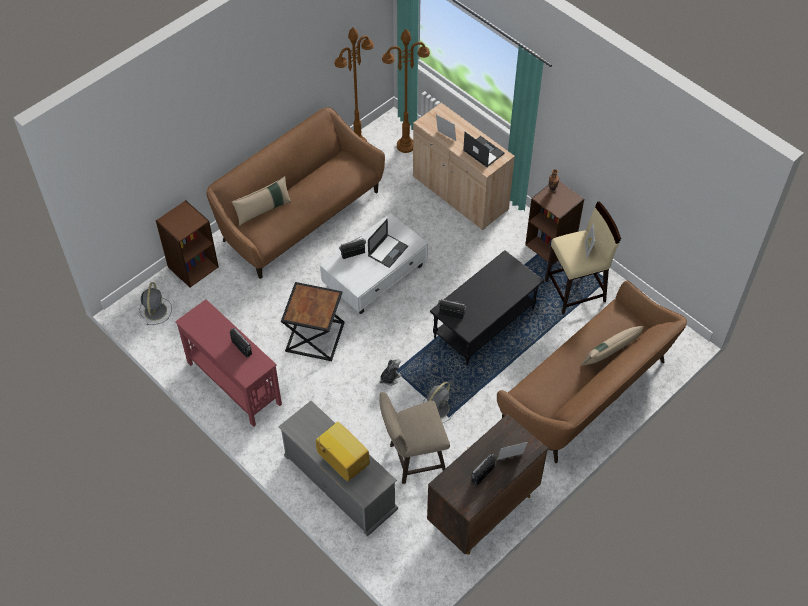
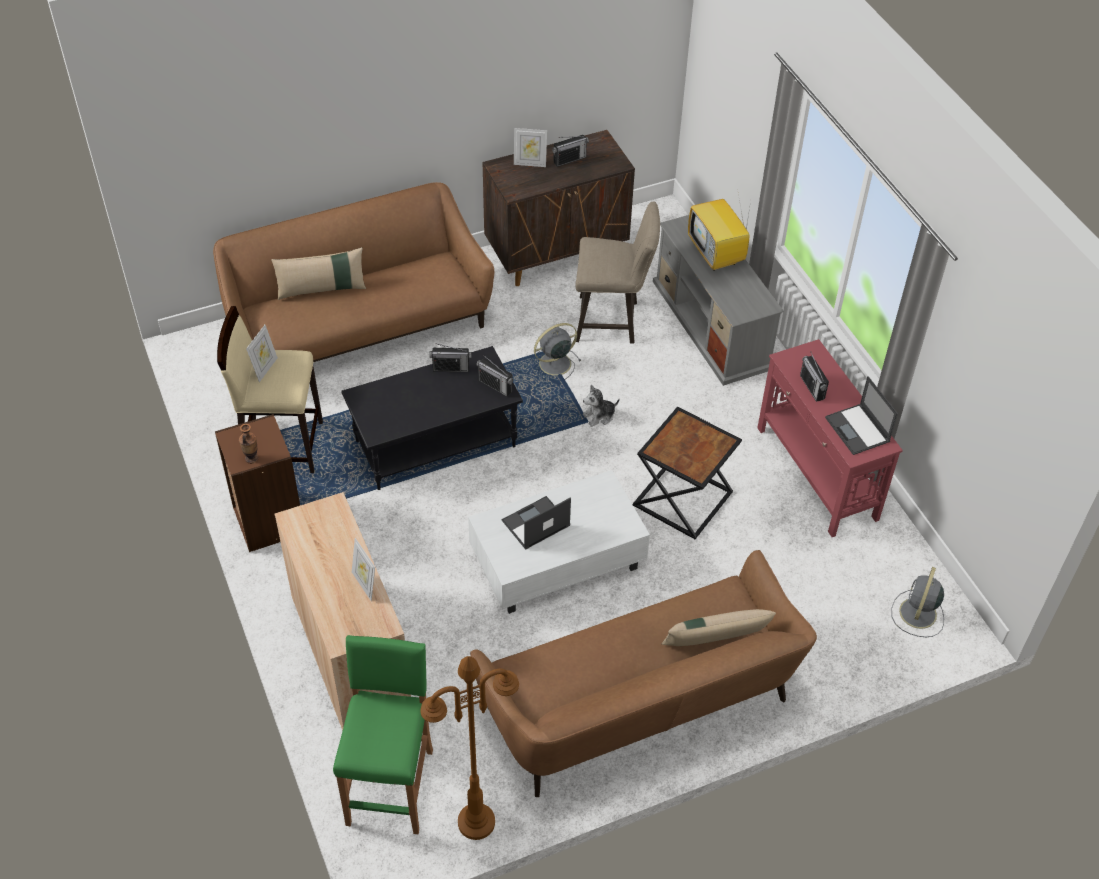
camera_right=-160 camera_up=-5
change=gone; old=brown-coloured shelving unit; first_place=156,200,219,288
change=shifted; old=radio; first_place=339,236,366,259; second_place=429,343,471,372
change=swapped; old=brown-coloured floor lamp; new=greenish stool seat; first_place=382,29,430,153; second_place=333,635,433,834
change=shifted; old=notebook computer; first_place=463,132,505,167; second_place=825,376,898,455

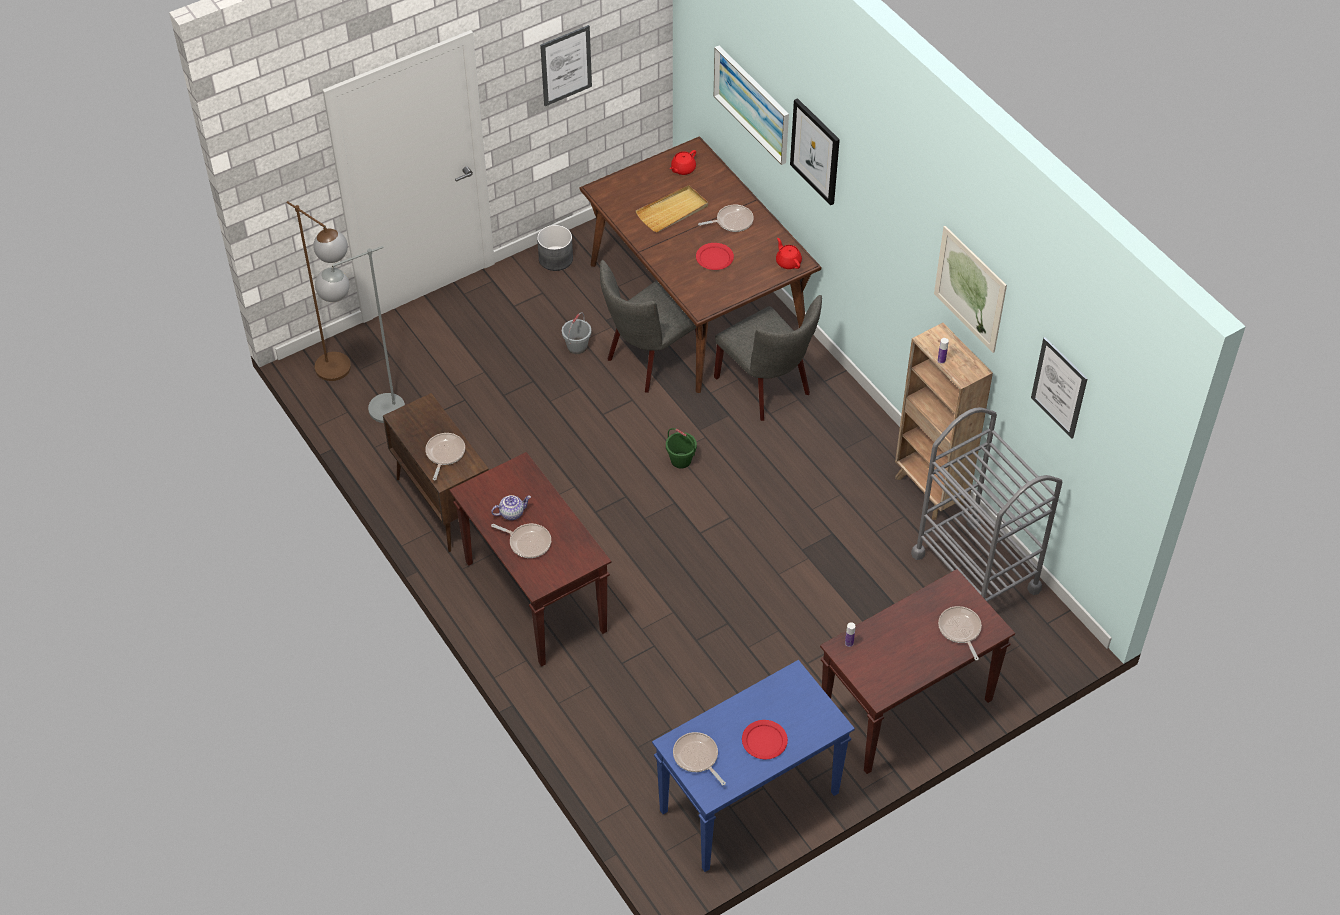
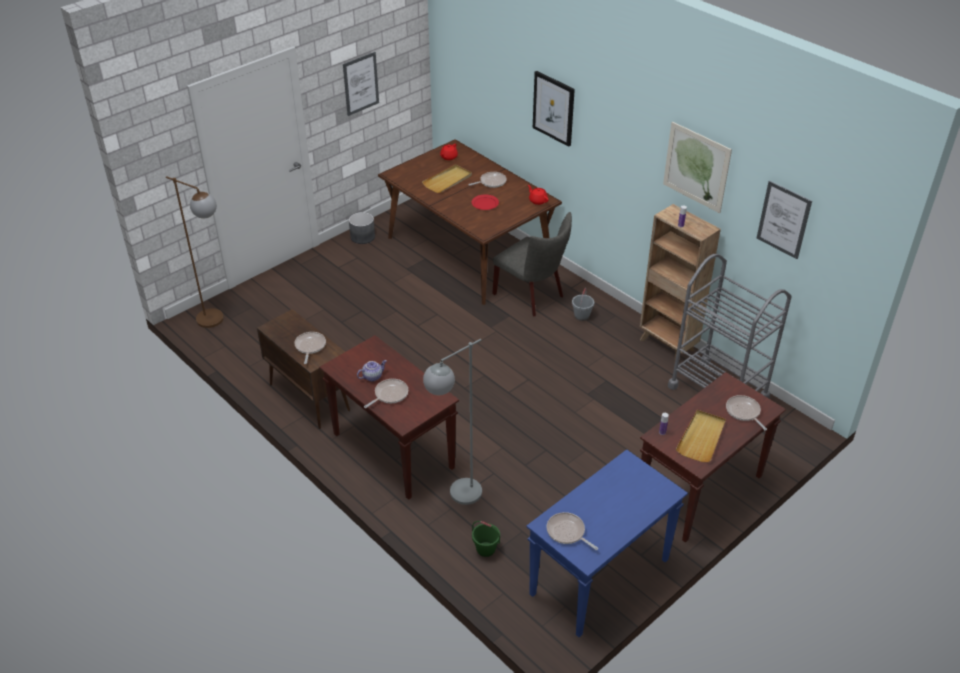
camera_right=-10 camera_up=-10
change=shifted; old=gray floor lamp; first_place=315,246,405,423; second_place=423,339,482,505
change=rotated; old=pan; first_place=491,524,551,558; second_place=364,379,408,408; degrees=-60
change=shifted; old=gray bucket; first_place=562,313,591,354; second_place=572,288,594,321
change=gone; old=gray chair; first_place=600,260,696,393
change=shifted; old=greenish bucket; first_place=666,428,697,468; second_place=472,521,500,557
change=gone; old=picture; first_place=714,45,789,165
change=gone; old=reddish flat dish; first_place=742,720,788,759
change=new; new=beige-coloured serving tray; second_place=676,410,726,462

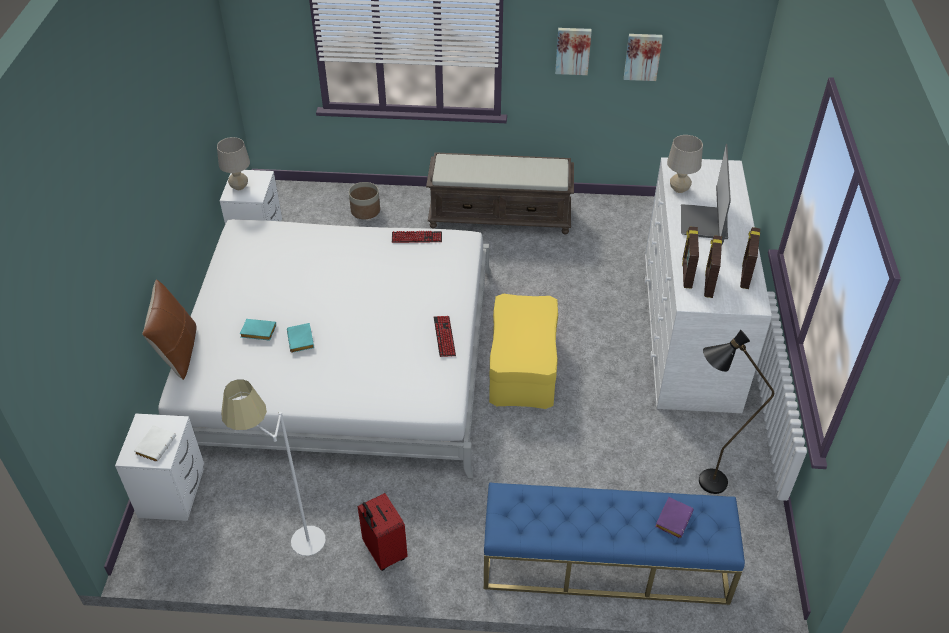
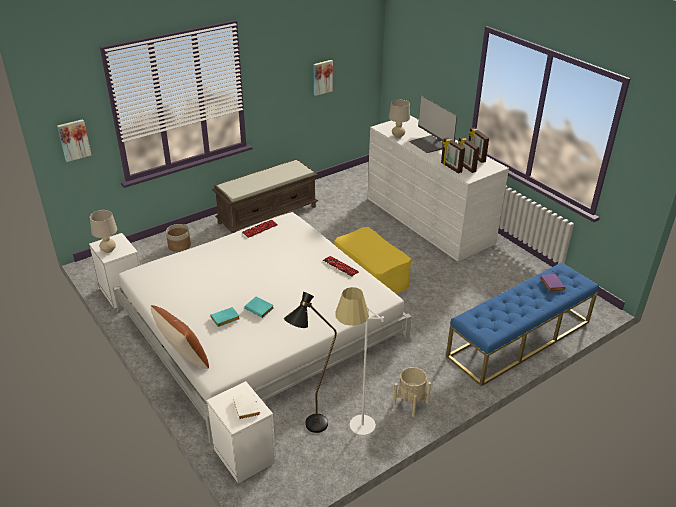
camera_right=-40 camera_up=-10
change=swapped; old=reddish travel case; new=beige-coloured plant pot; first_place=358,493,408,571; second_place=393,367,431,417
change=shifted; old=picture; first_place=555,28,592,75; second_place=57,119,91,162
change=shifted; old=black floor lamp; first_place=699,330,774,494; second_place=284,292,337,433

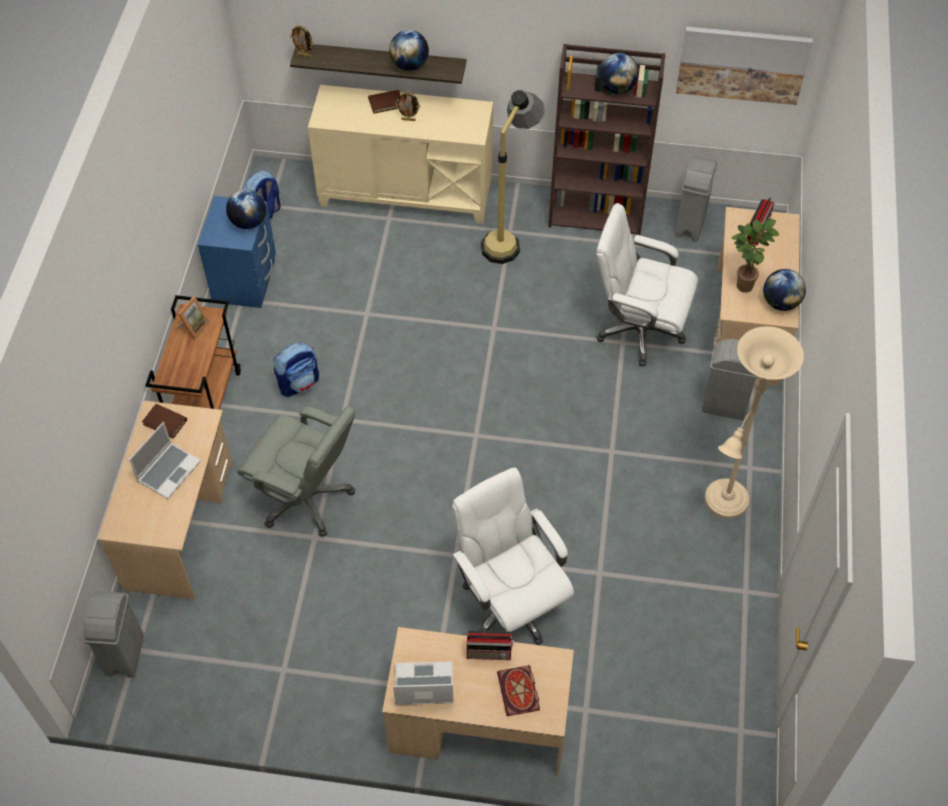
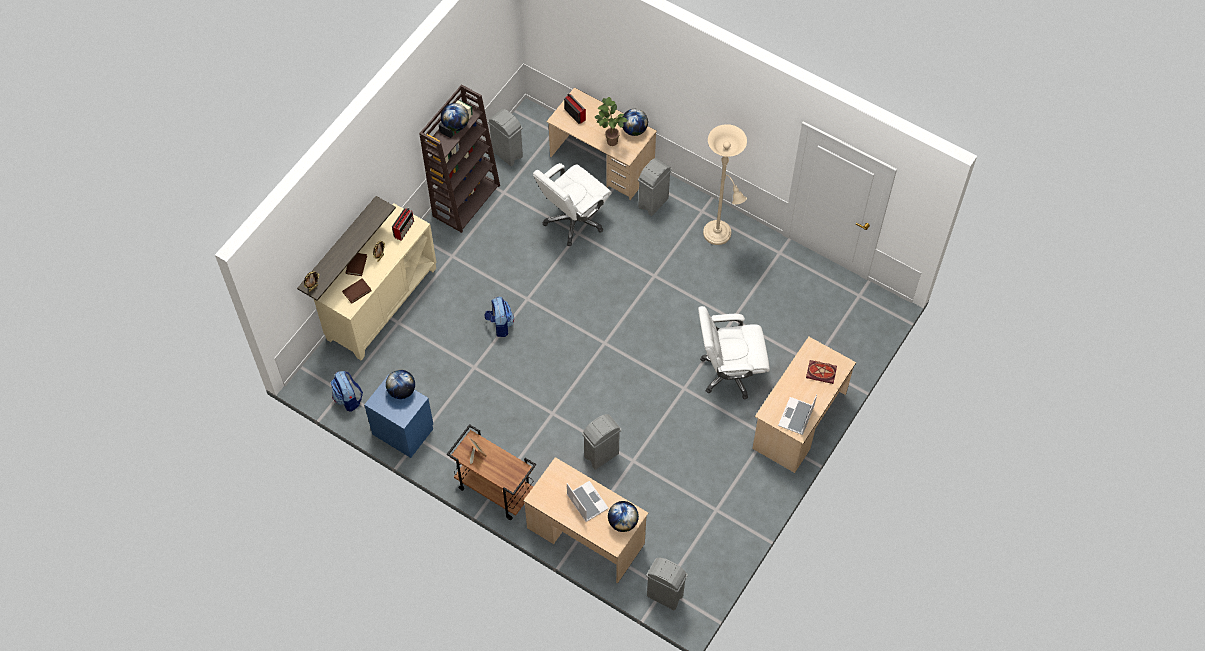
camera_right=-65 camera_up=5
change=shifted; old=brown-coloured book; first_place=142,404,187,439; second_place=342,278,371,304
change=swapped; old=gray computer chair; new=gray rubbish bin; first_place=237,407,355,537; second_place=582,414,621,470
change=shifted; old=knapsack; first_place=274,343,319,397; second_place=485,297,514,337
change=shifted; old=desk globe; first_place=389,30,429,71; second_place=608,501,639,532
change=shifted; old=radio; first_place=467,630,514,660; second_place=392,208,414,241
change=gone; old=floor lamp; first_place=481,90,545,264
change=gone; old=picture; first_place=676,26,813,105

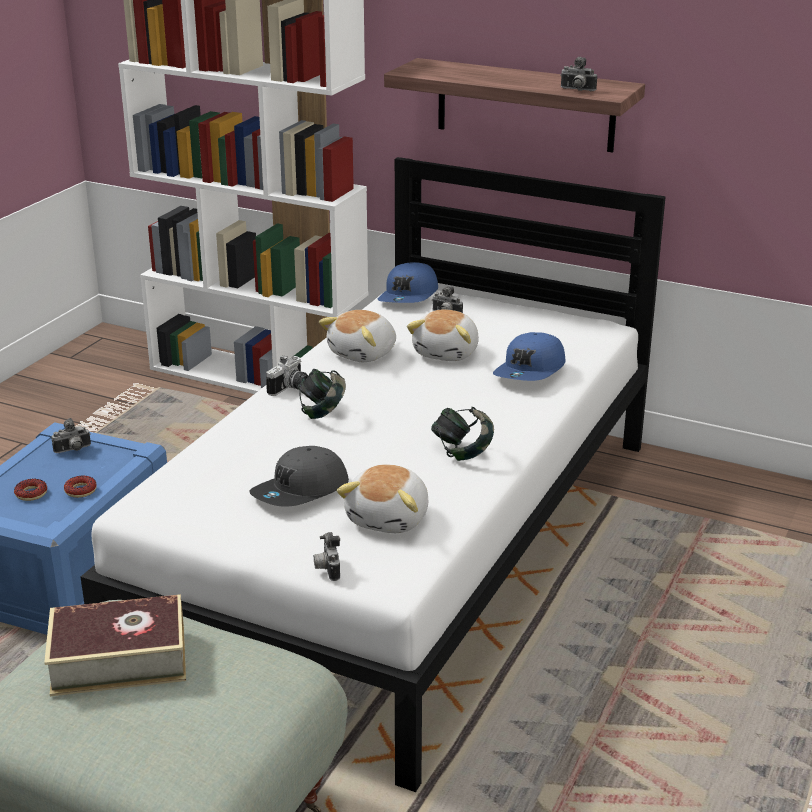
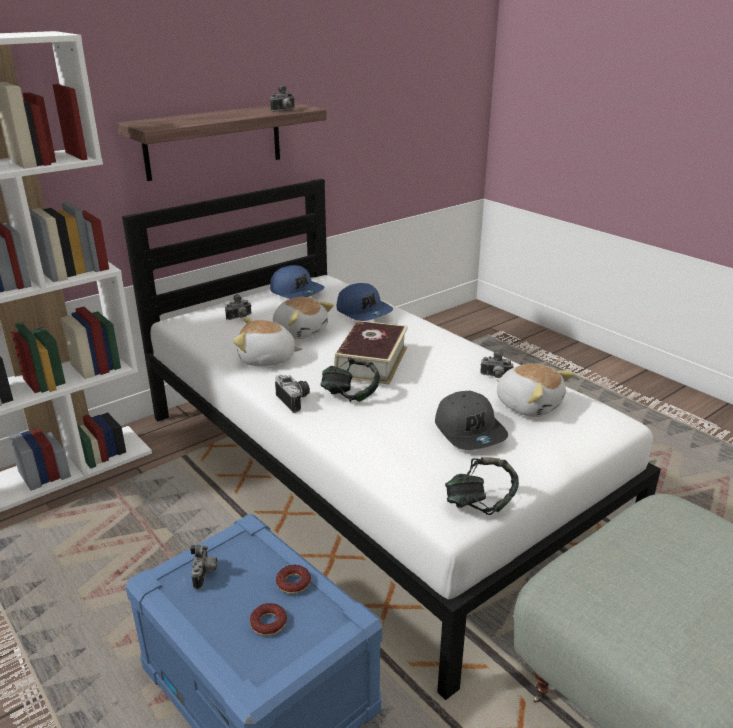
camera_right=-65 camera_up=0
change=shifted; old=book; first_place=44,594,186,696; second_place=334,320,408,385
change=shifted; old=photo camera; first_place=314,532,340,581; second_place=480,350,514,378
change=rotated; old=cuddly toy; first_place=319,310,396,362; second_place=233,317,303,366; degrees=120
change=shifted; old=bluish baseball cap; first_place=377,262,438,303; second_place=270,265,324,299
change=shifted; old=pair of headphones; first_place=431,407,494,461; second_place=445,457,519,515

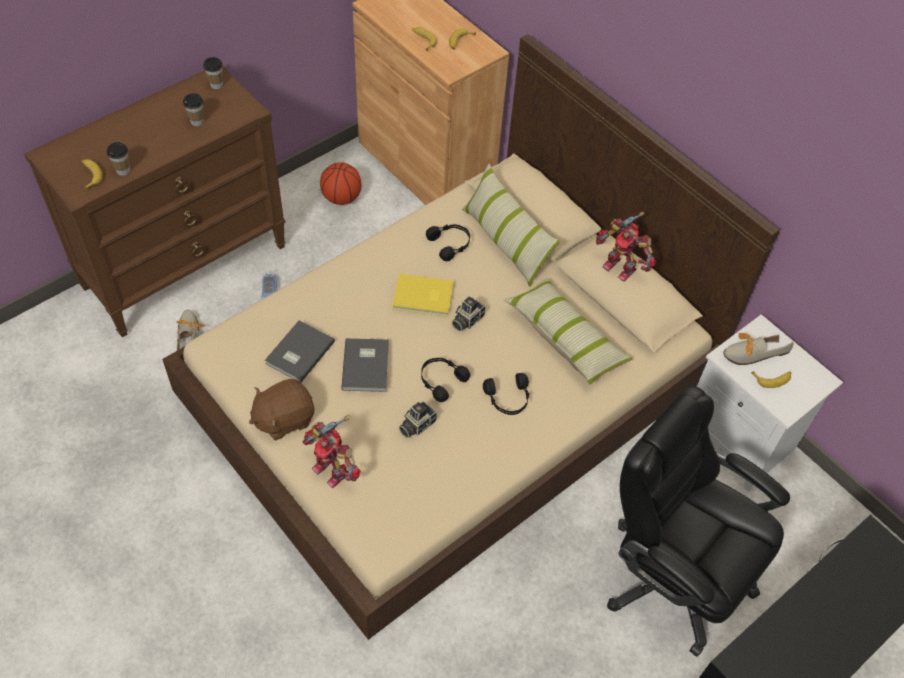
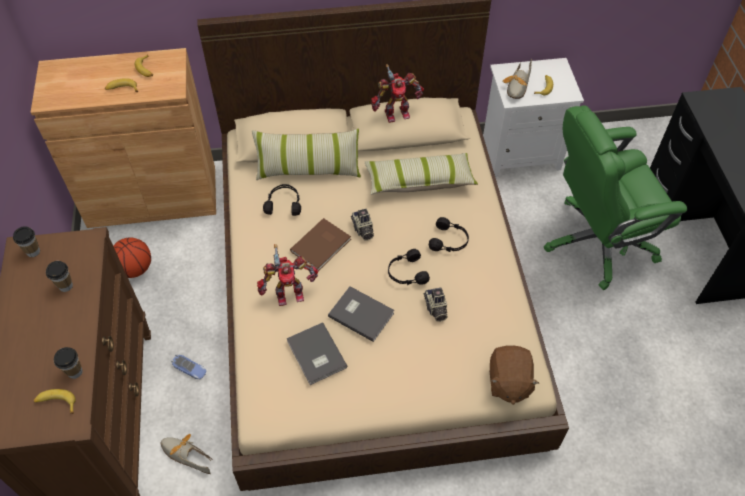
camera_right=-55 camera_up=0
change=shifted; old=brown-coloured cuddly toy; first_place=249,379,314,440; second_place=490,345,539,405
change=shifted; old=model robot; first_place=303,415,361,488; second_place=257,244,319,306
change=repainted; old=yellowish book; new=brown-coloured book; first_place=392,274,454,316; second_place=290,218,351,271
change=repainted; old=black computer chair; new=greenish computer chair; first_place=607,385,790,657; second_place=544,105,687,290

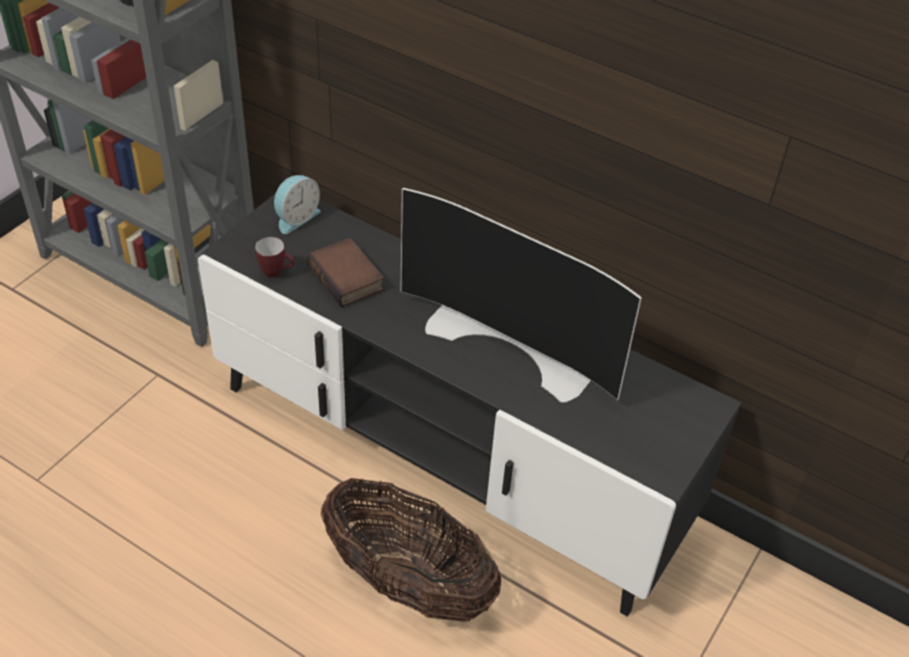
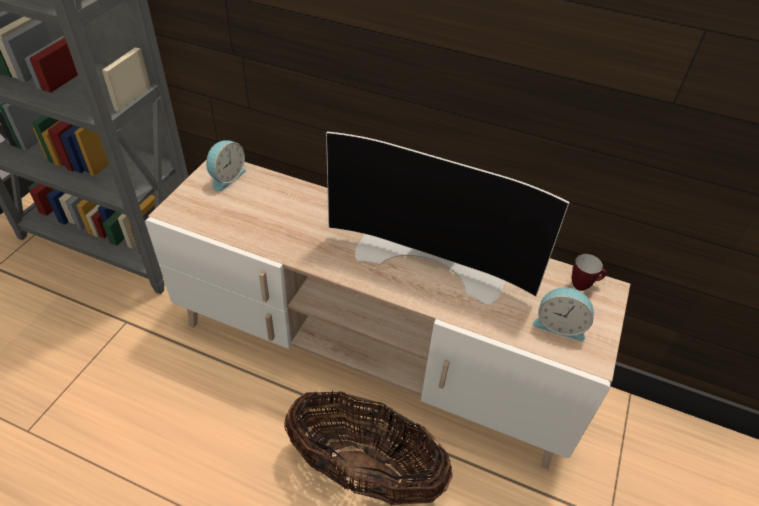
camera_right=-10 camera_up=0
change=repainted; old=black media console; new=beige-coloured media console; first_place=198,193,741,617; second_place=146,159,630,470
change=shifted; old=coffee mug; first_place=255,237,294,278; second_place=572,254,606,291
change=gone; old=book; first_place=306,238,384,308
change=new; new=bedside clock; second_place=533,287,594,341

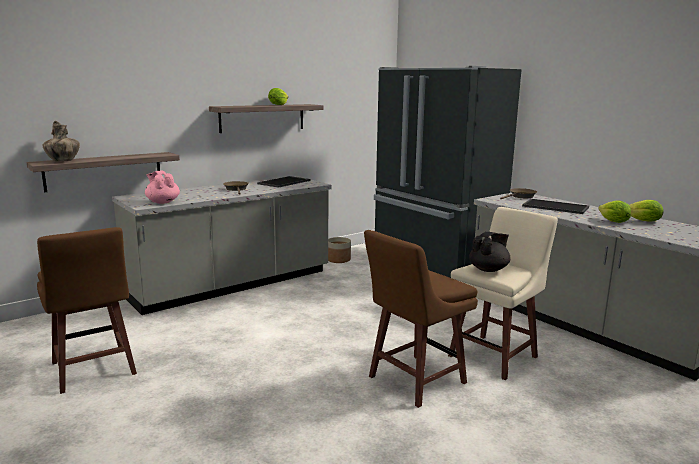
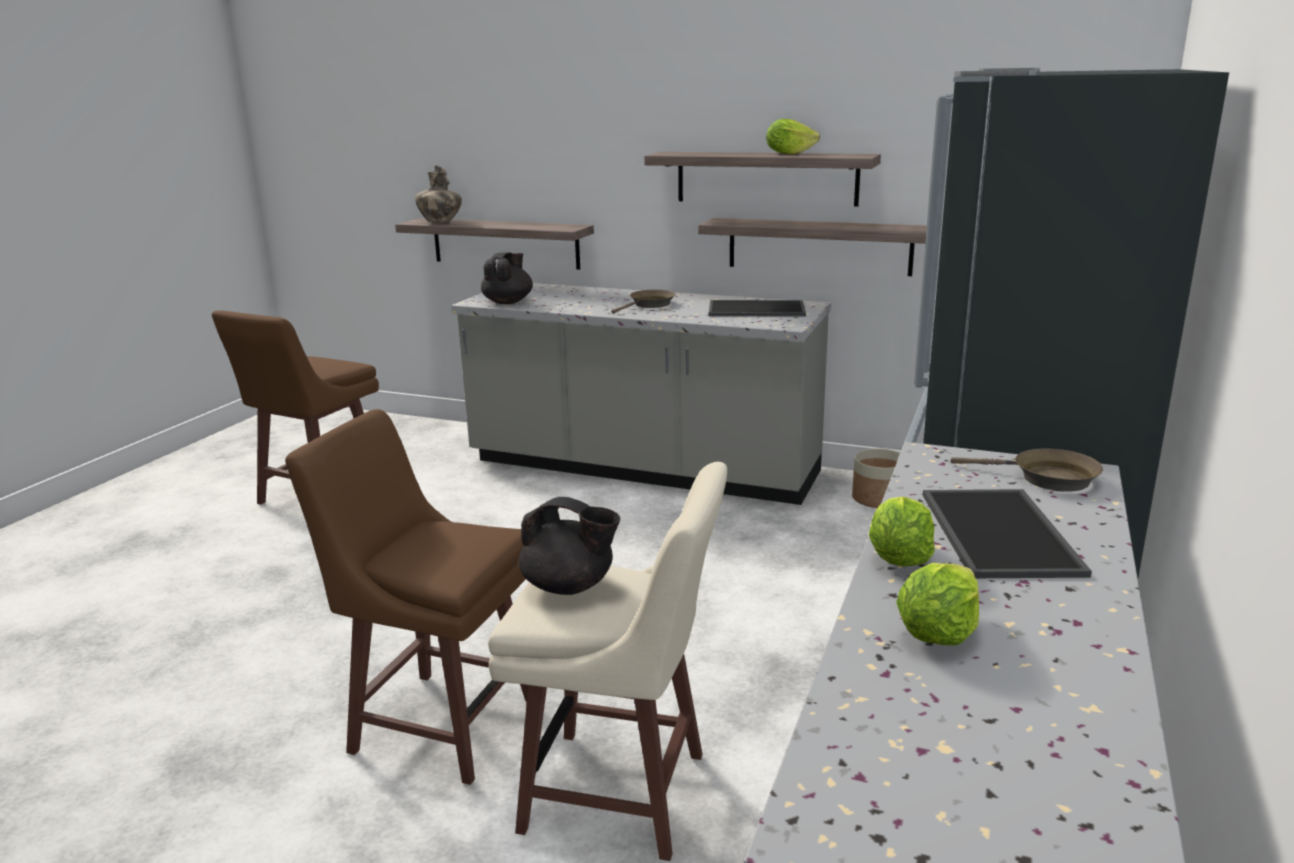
camera_right=60 camera_up=5
change=repainted; old=pinkish pot for tea; new=black pot for tea; first_place=145,170,180,204; second_place=481,252,533,304
change=shifted; old=lettuce head; first_place=629,200,664,222; second_place=869,497,935,566
change=new; new=shelf; second_place=698,218,927,276

